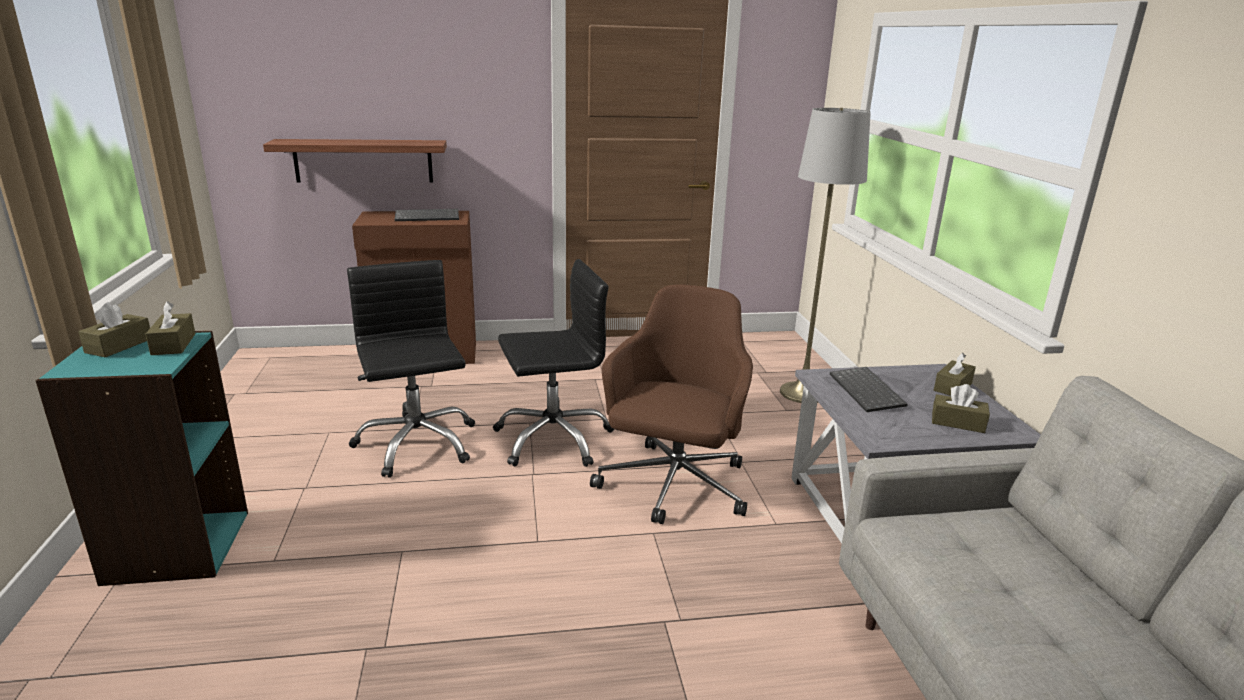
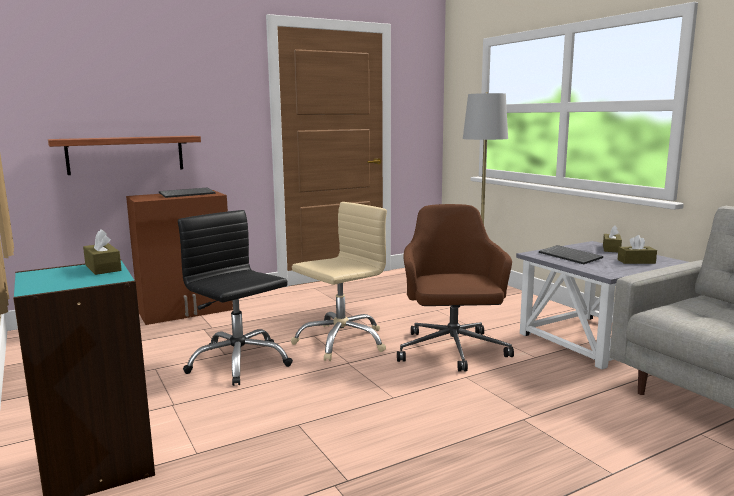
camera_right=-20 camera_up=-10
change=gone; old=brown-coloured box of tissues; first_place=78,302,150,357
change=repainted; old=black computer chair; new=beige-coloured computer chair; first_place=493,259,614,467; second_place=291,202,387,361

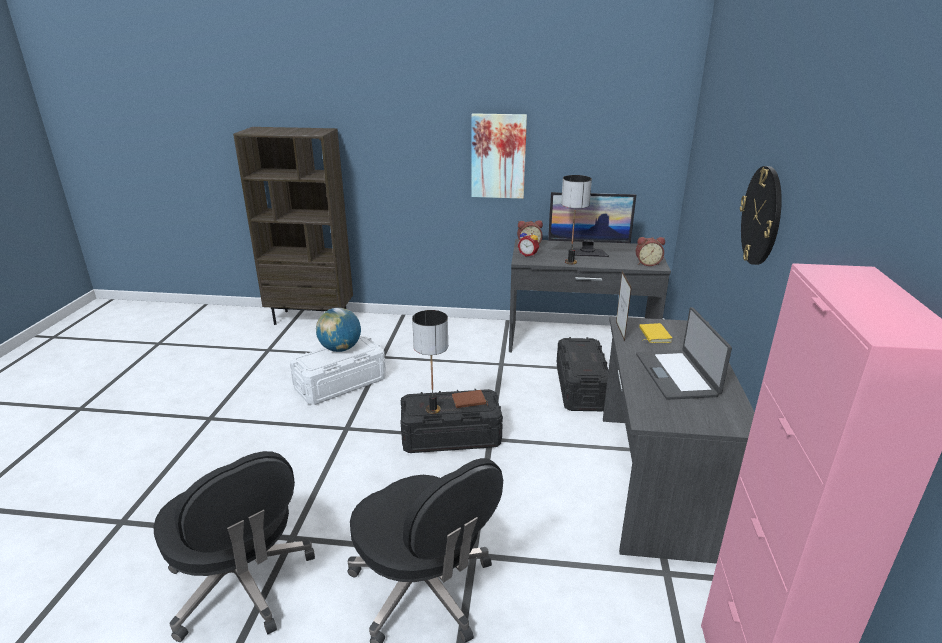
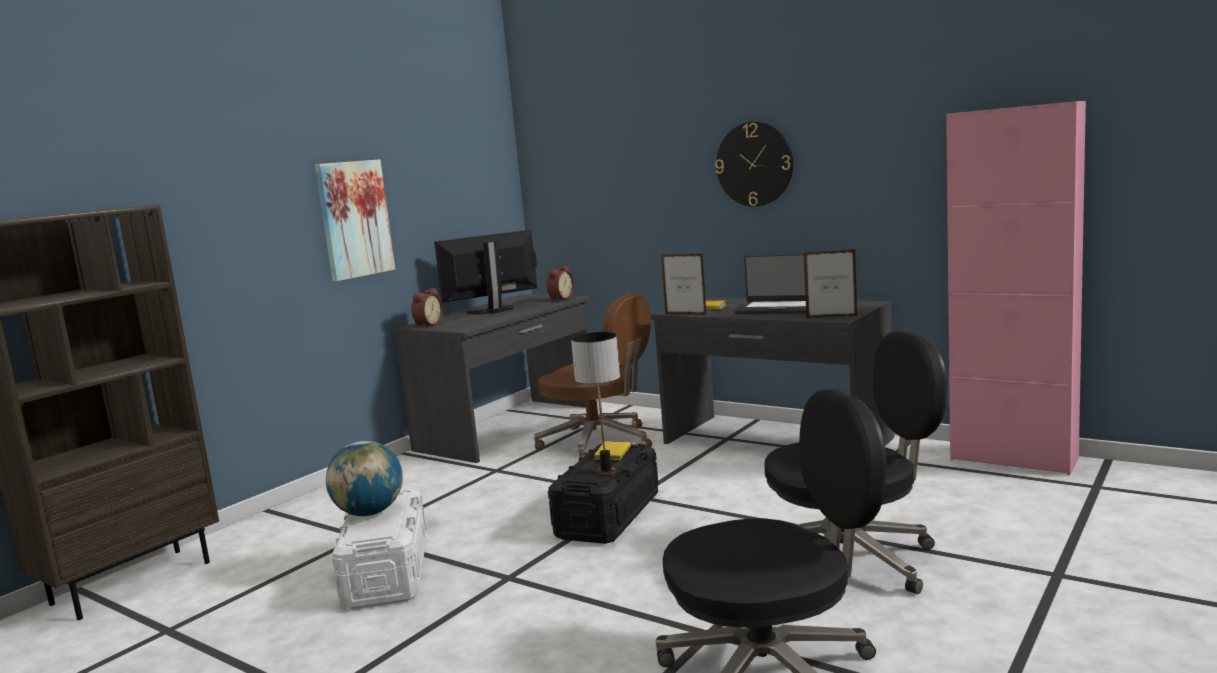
camera_right=-60 camera_up=-15
change=repainted; old=brown-coloured book; new=yellowish book; first_place=452,390,488,408; second_place=594,441,637,460
change=gone; old=bedside clock; first_place=518,229,539,257
change=rotated; old=computer screen; first_place=548,192,636,257; second_place=434,230,537,315; degrees=-150
change=swapped; old=black storage box; new=brown-coloured computer chair; first_place=557,337,608,411; second_place=534,293,652,458
change=gone; old=table lamp; first_place=561,175,592,265
change=new; new=standing frame; second_place=804,249,857,318

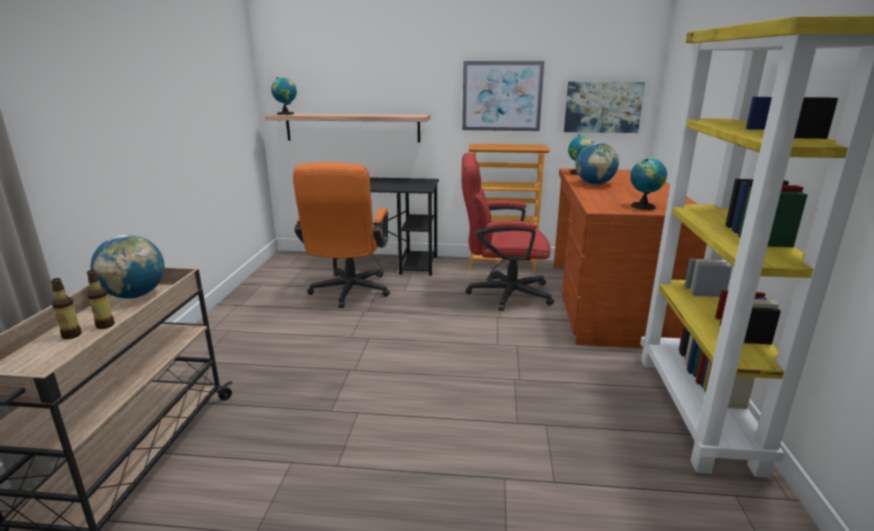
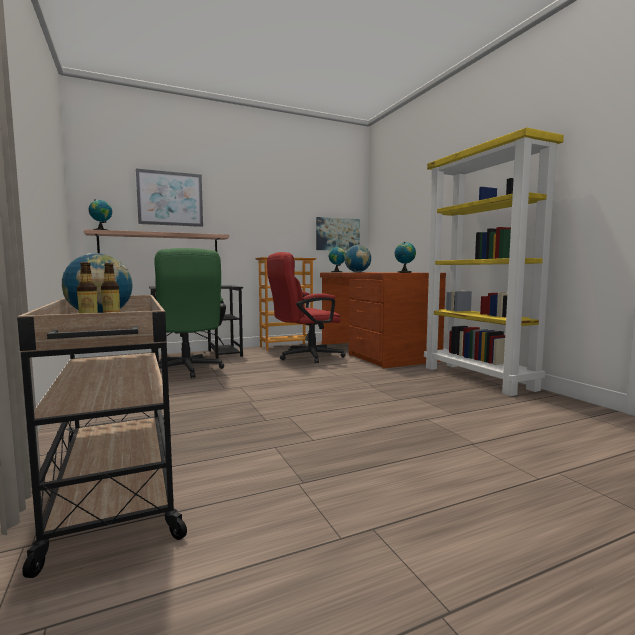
camera_right=-30 camera_up=-15
change=repainted; old=orangey computer chair; new=greenish computer chair; first_place=293,162,390,308; second_place=154,248,226,378
change=shifted; old=picture; first_place=462,61,544,131; second_place=136,169,203,227

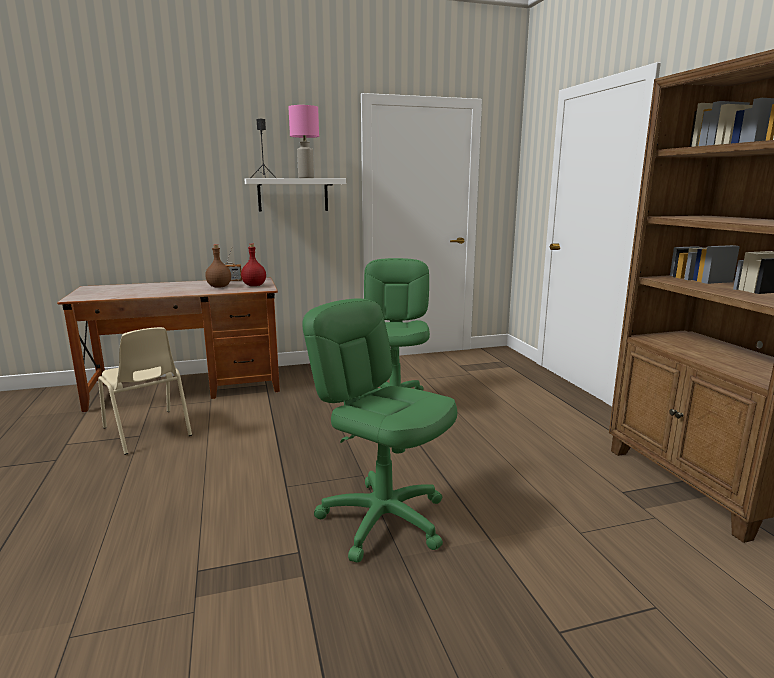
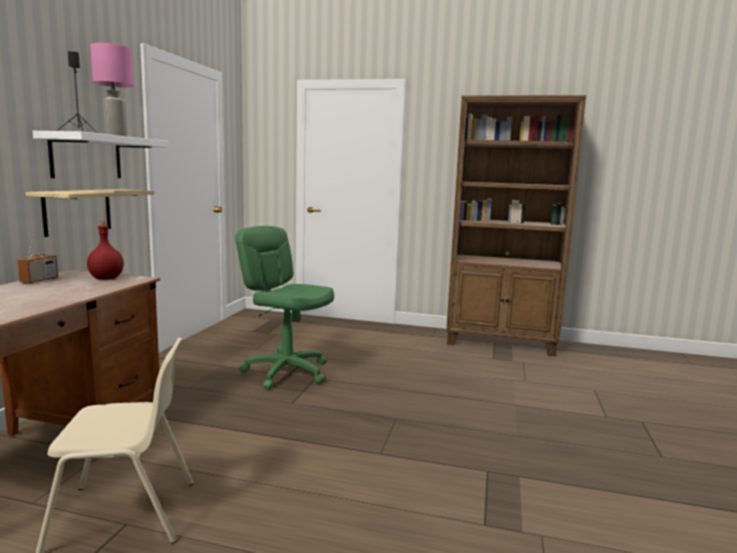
camera_right=-60 camera_up=-5
change=gone; old=brown-coloured bottle; first_place=205,244,231,288
change=gone; old=greenish computer chair; first_place=302,298,457,563
change=new; new=shelf; second_place=26,189,154,237

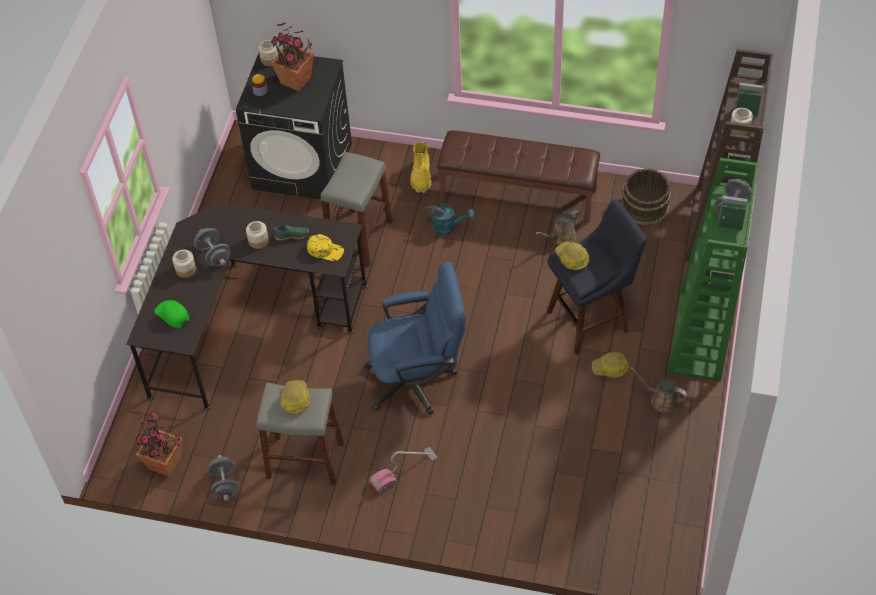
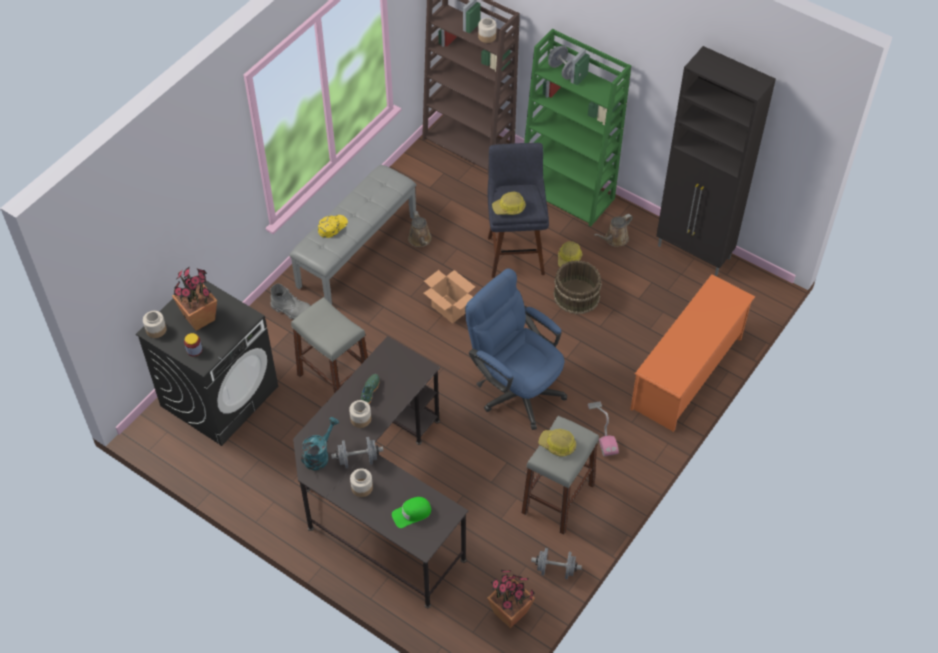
camera_right=-70 camera_up=0
change=shifted; old=yellowish baseball cap; first_place=307,234,344,261; second_place=318,215,348,238
change=rotated; old=bluish computer chair; first_place=364,261,466,415; second_place=465,268,567,430; degrees=-60
change=repainted; old=yellowish tall boot; new=gray tall boot; first_place=410,142,431,193; second_place=270,284,311,320
change=shifted; old=turquoise sprinkling can; first_place=425,204,475,235; second_place=301,417,339,470
change=repainted; old=brown-coloured bench; new=gray bench; first_place=437,130,600,223; second_place=289,165,416,304
change=shifted; old=brown-coloured bucket; first_place=621,168,671,225; second_place=553,260,602,314
change=new; new=cardboard box; second_place=424,270,475,324
change=new; new=orangey shoe stand; second_place=630,274,755,432
change=new; new=black storage cabinet; second_place=656,46,776,276

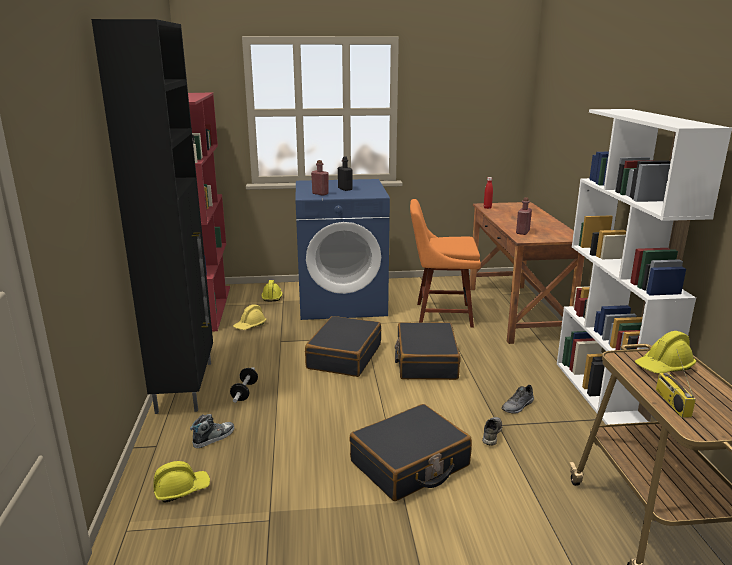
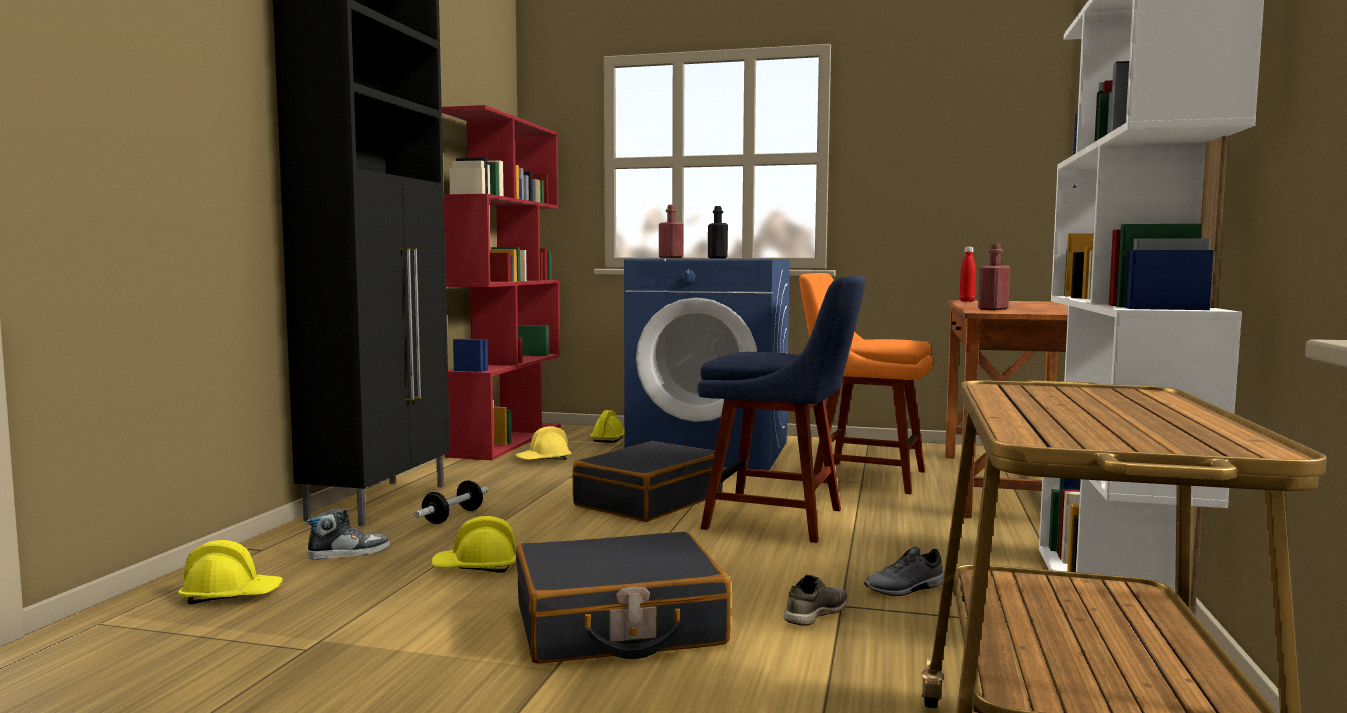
camera_right=20 camera_up=-15
change=swapped; old=black travel case; new=bluish chair; first_place=395,322,461,380; second_place=697,276,866,543
change=shifted; old=yellowish hard hat; first_place=635,331,696,374; second_place=431,516,516,573
change=gone; old=radio; first_place=656,349,696,418

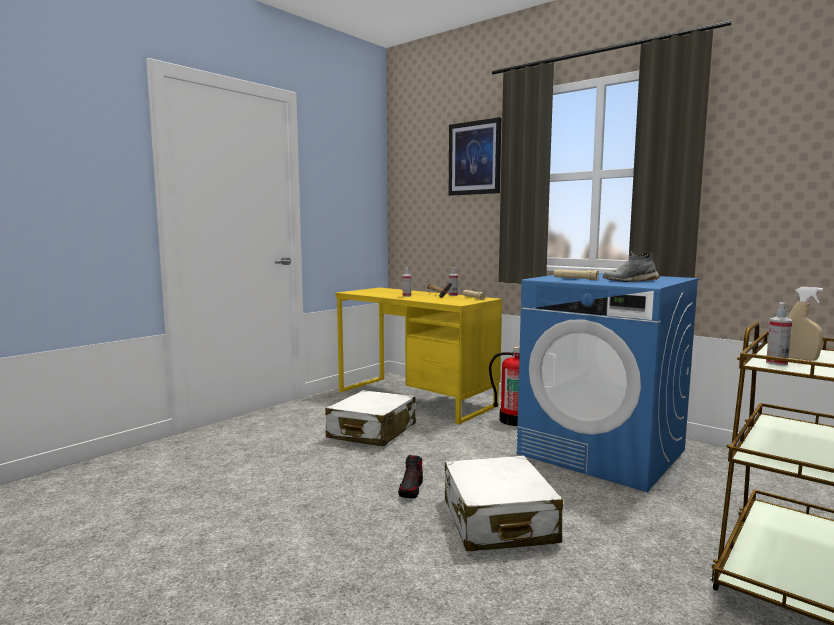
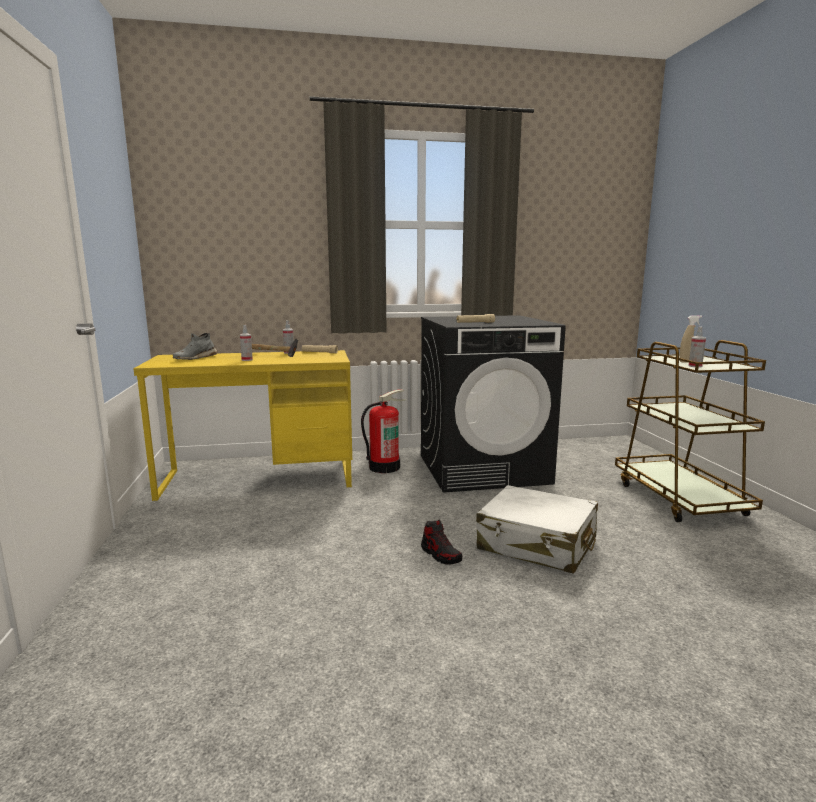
camera_right=-50 camera_up=5
change=gone; old=whitish travel case; first_place=325,390,416,446
change=gone; old=picture; first_place=448,117,501,196
change=repainted; old=bluish laundry appliance; new=black laundry appliance; first_place=517,273,699,492; second_place=421,315,566,493
change=shifted; old=gray shoe; first_place=603,251,660,282; second_place=173,333,218,360

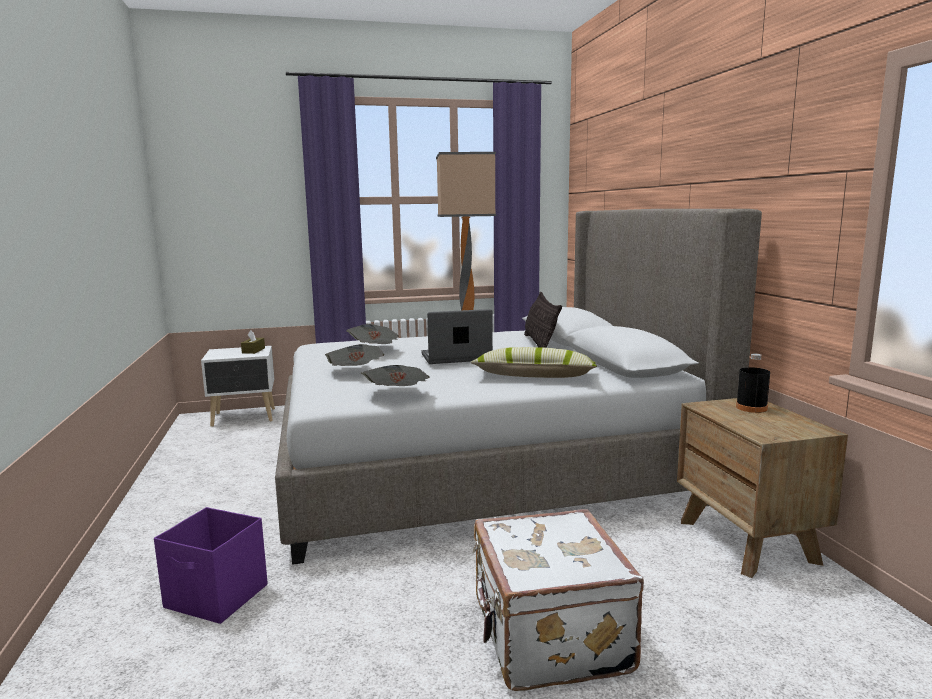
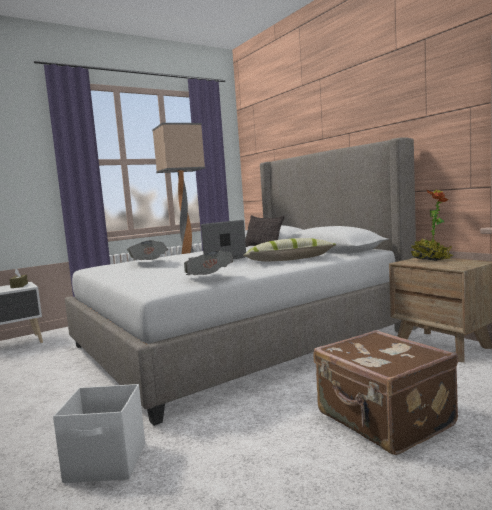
camera_right=-20 camera_up=-5
change=repainted; old=purple-coloured storage box; new=whitish storage box; first_place=154,507,268,624; second_place=53,384,145,483
change=gone; old=newspaper; first_place=325,344,384,366
change=repainted; old=whitish travel case; new=brown-coloured travel case; first_place=472,509,644,691; second_place=314,330,458,455
change=swapped; old=black bottle; new=potted plant; first_place=736,353,770,413; second_place=411,189,454,261

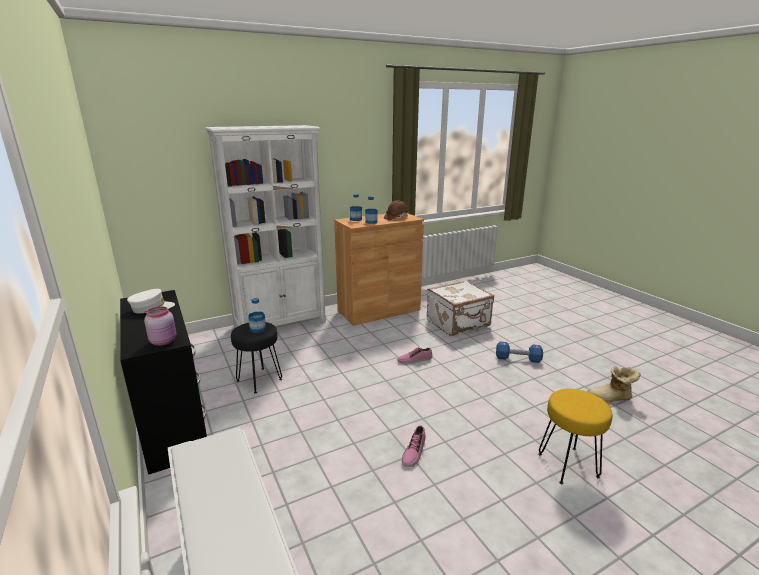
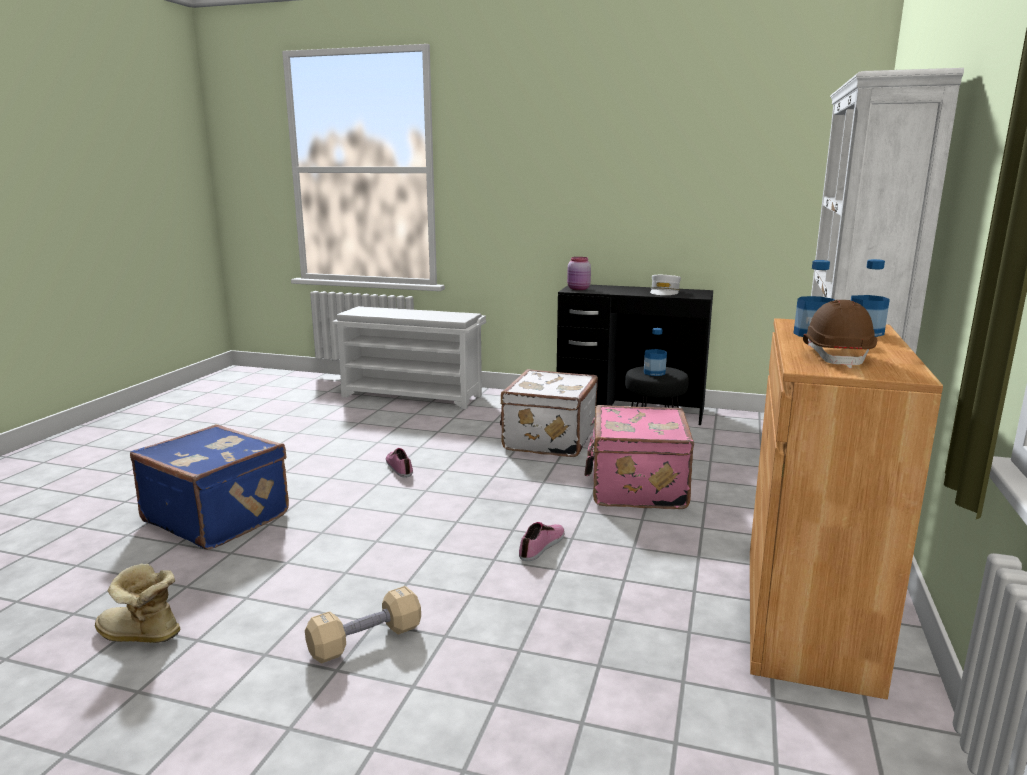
camera_right=135 camera_up=-5
change=shifted; old=whitish travel case; first_place=427,280,494,336; second_place=500,369,598,457
change=repainted; old=bluish hand weight; new=beige-coloured hand weight; first_place=496,342,543,363; second_place=305,586,421,663
change=swapped; old=yellowish stool seat; new=bluish travel case; first_place=538,389,613,484; second_place=130,424,289,550
change=rotated; old=tall boot; first_place=587,366,641,402; second_place=95,563,181,643; degrees=-120
change=new; new=pinkish travel case; second_place=585,405,694,509

